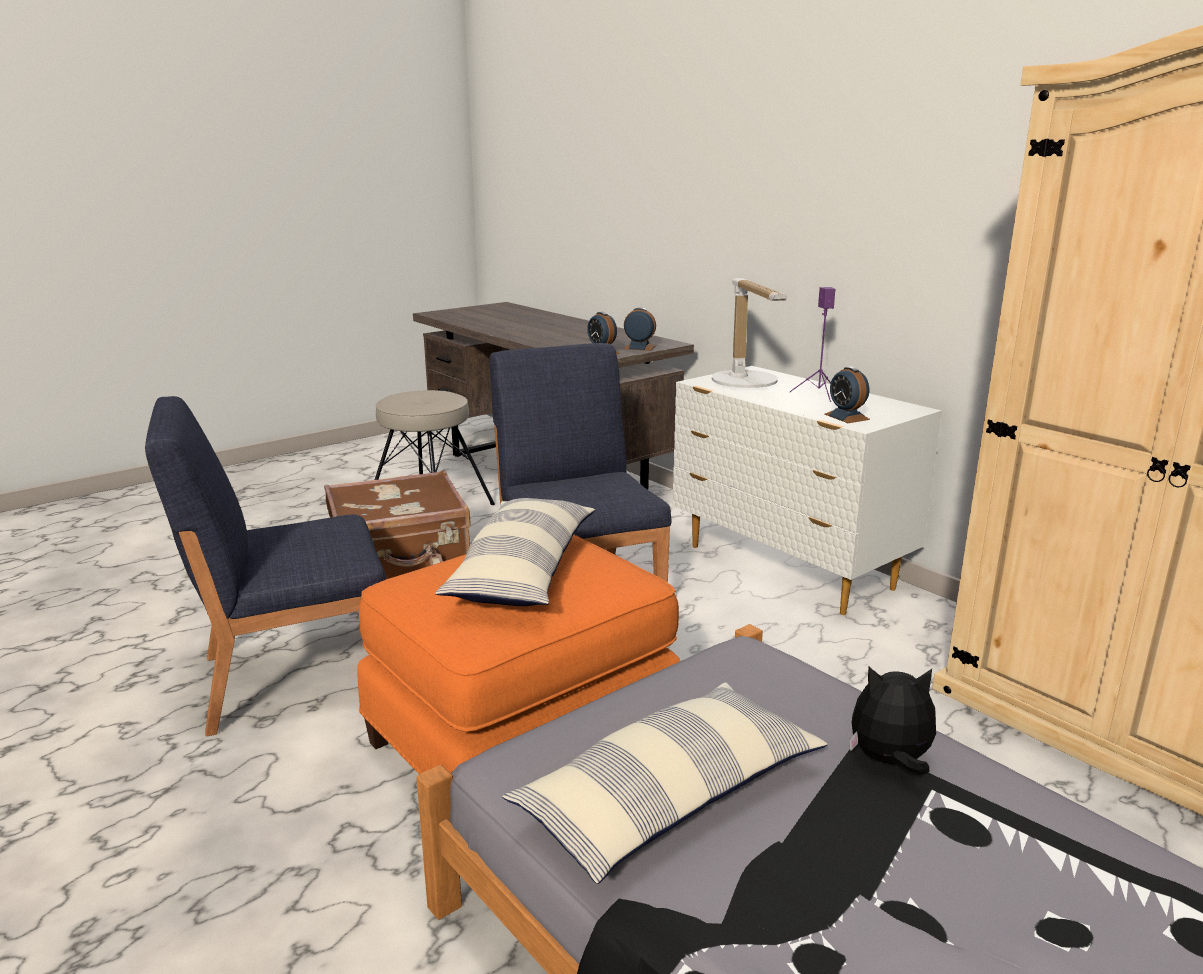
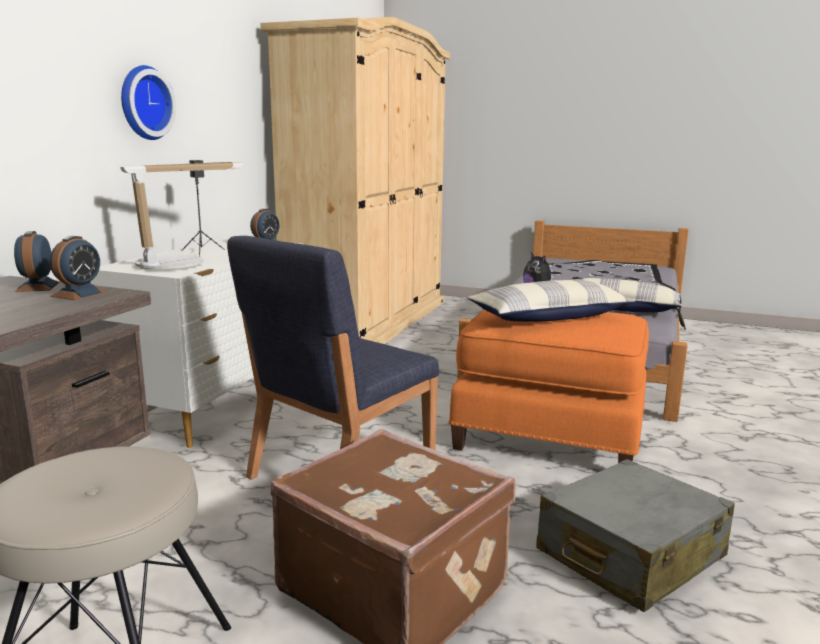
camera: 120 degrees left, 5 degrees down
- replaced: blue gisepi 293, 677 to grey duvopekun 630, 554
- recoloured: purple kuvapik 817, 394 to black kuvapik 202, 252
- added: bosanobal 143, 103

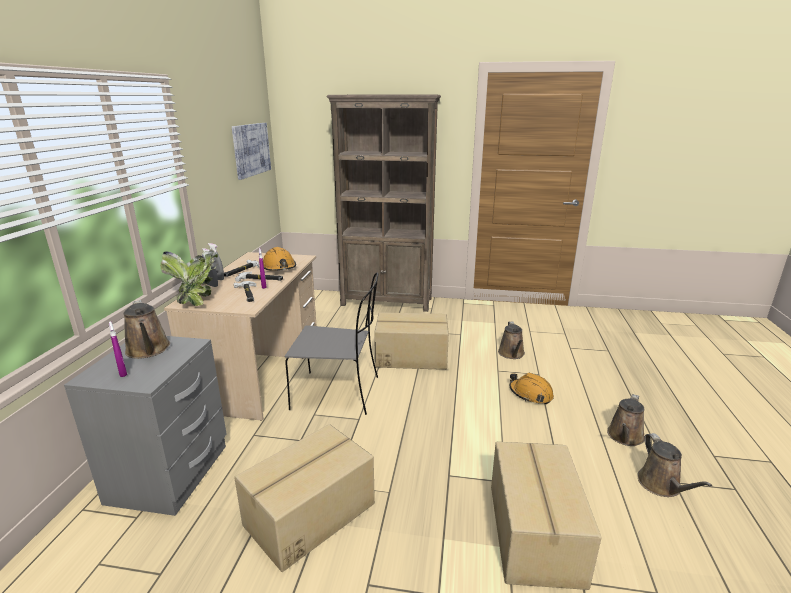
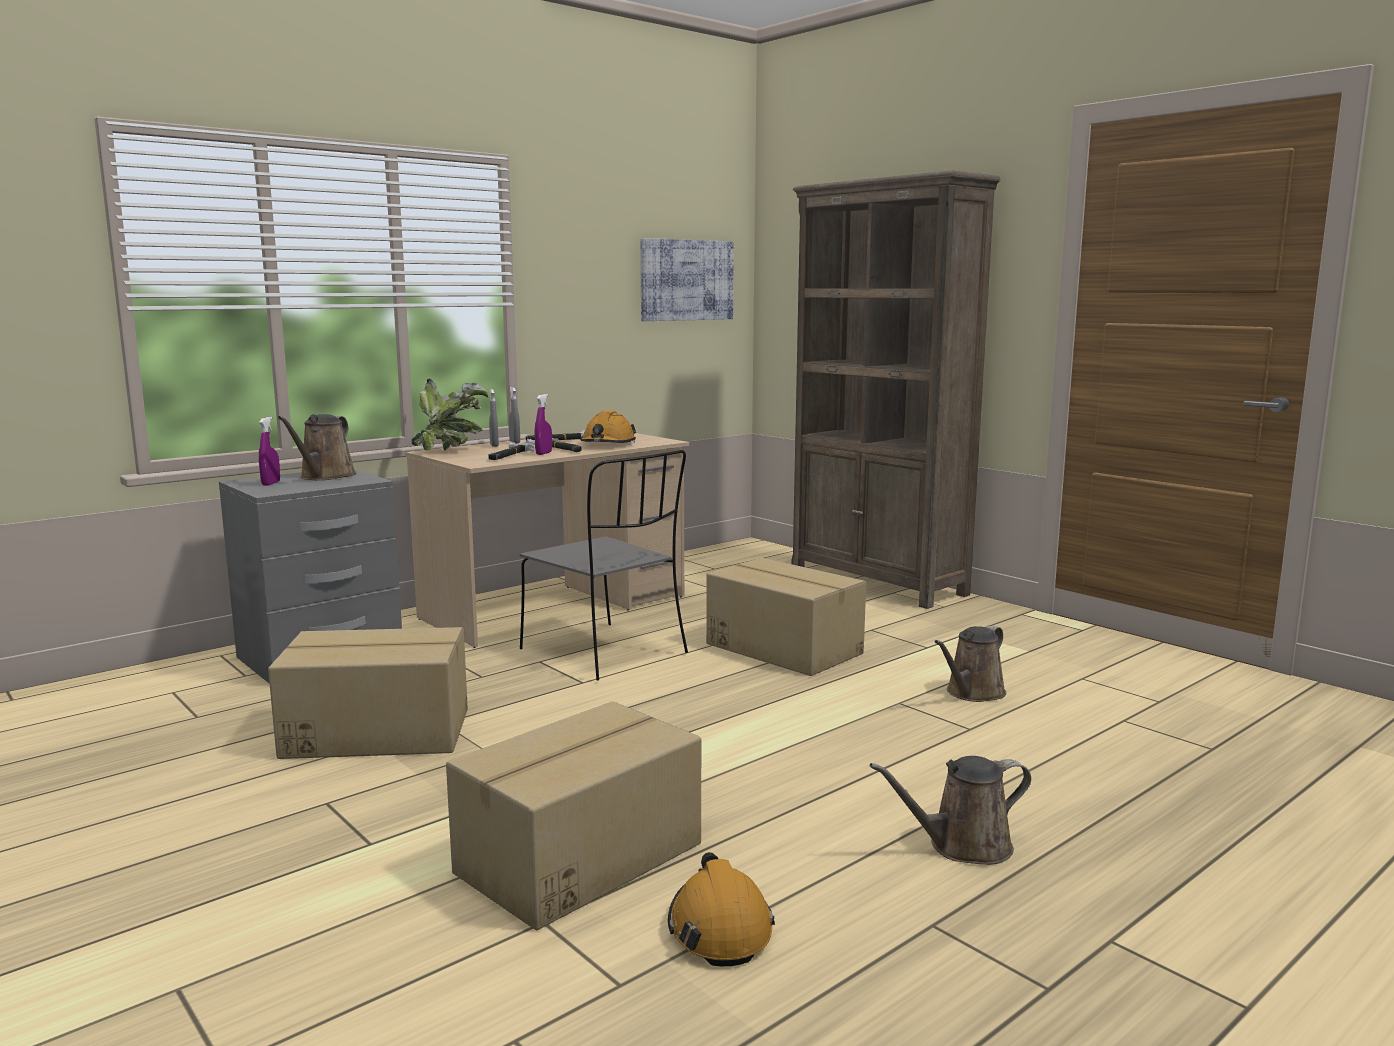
camera: 40 degrees right, 10 degrees down
- moved: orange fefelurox 530, 394 to 719, 928
- removed: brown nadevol 661, 485

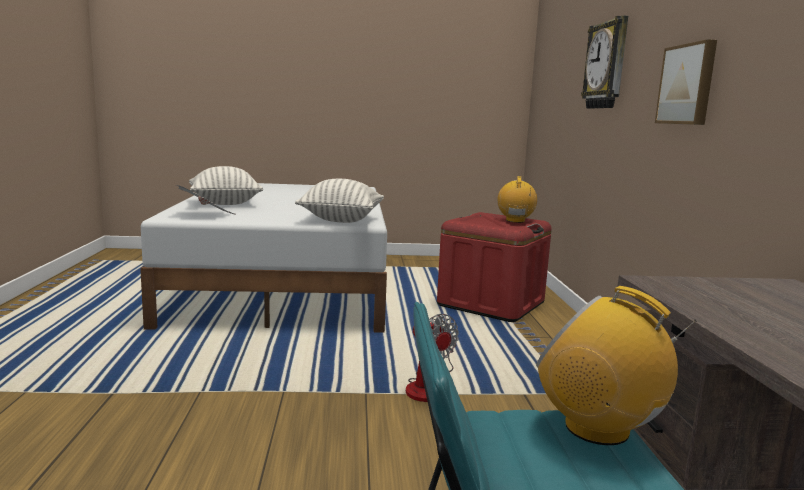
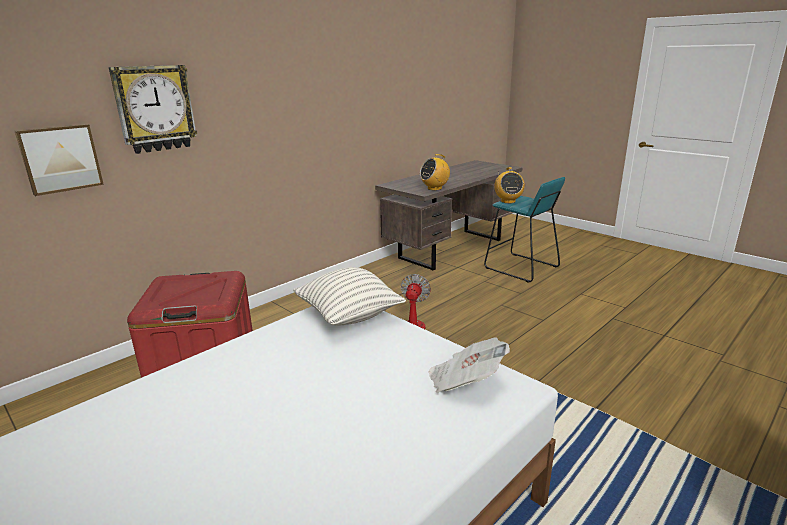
camera: 130 degrees left, 10 degrees up
- removed: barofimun 225, 203
- moved: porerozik 515, 221 to 434, 188
- moved: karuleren 688, 85 to 60, 158

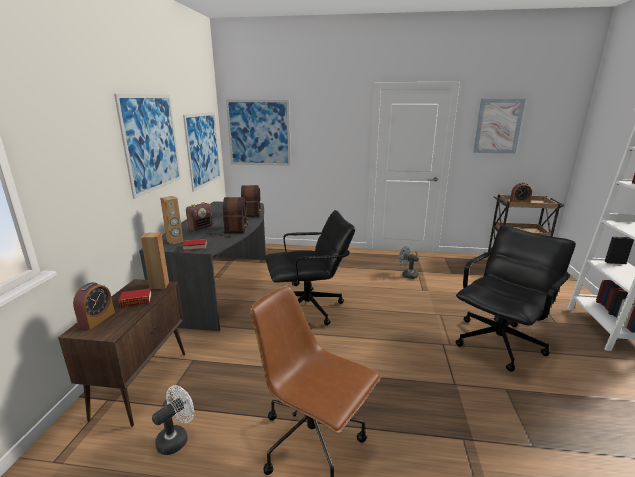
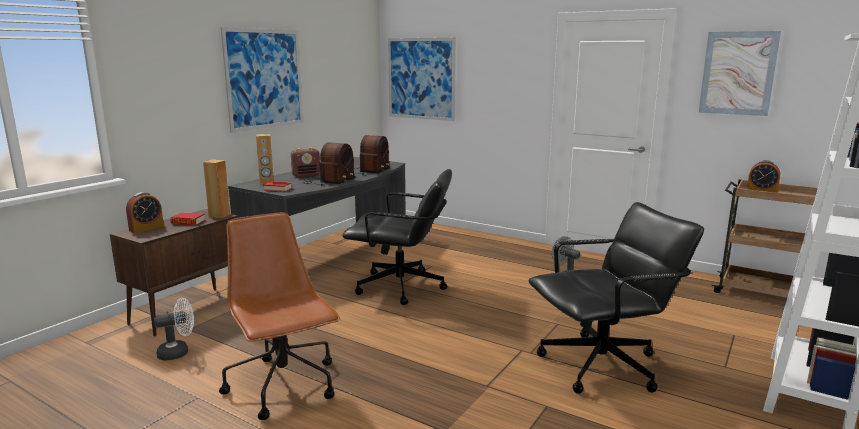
camera: 25 degrees right, 5 degrees down
- removed: karuleren 203, 149

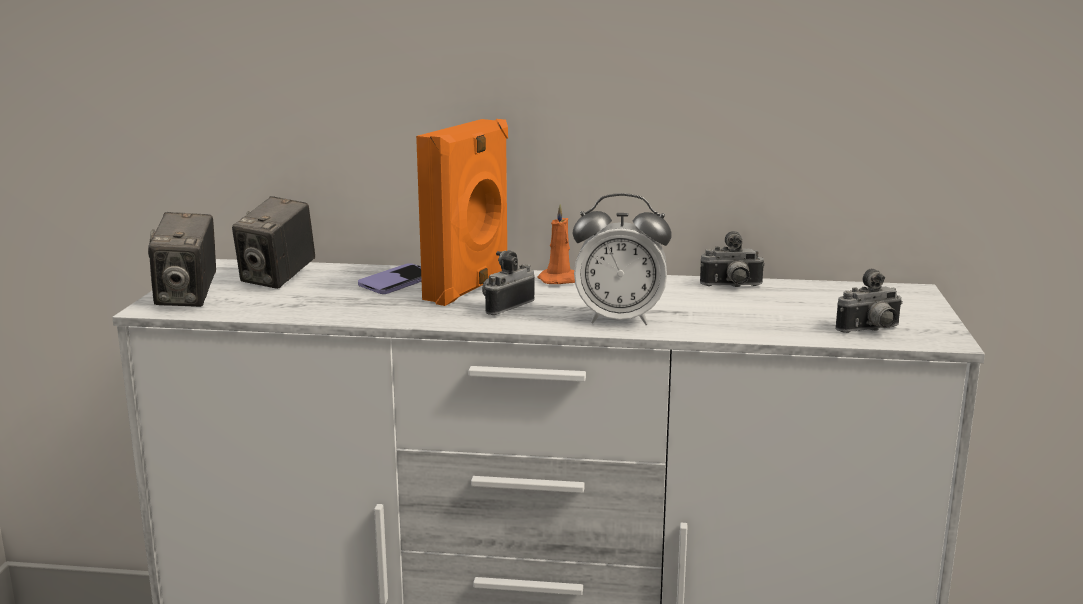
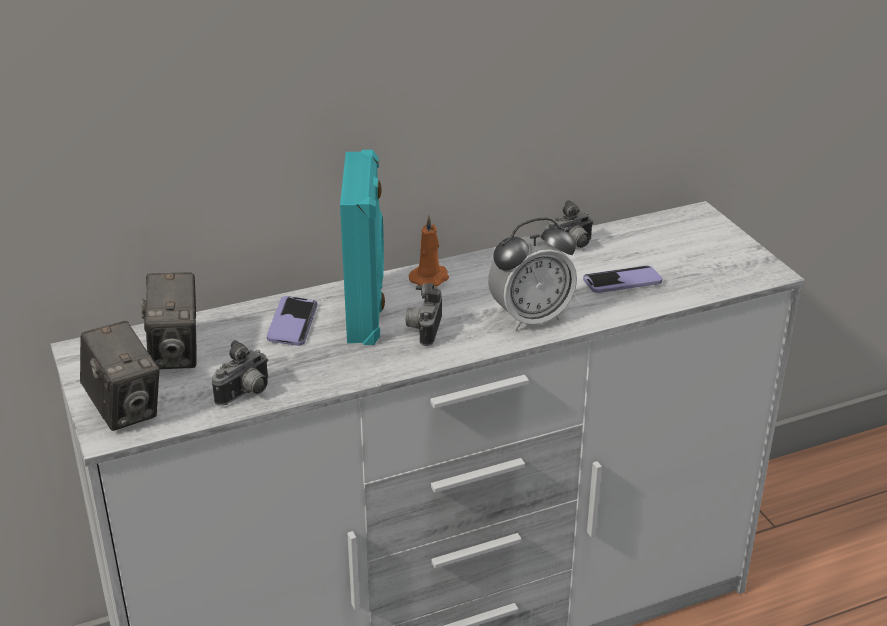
camera: 30 degrees left, 15 degrees up
- recoloured: orange kuvapik 470, 288 to turquoise kuvapik 367, 313
- moved: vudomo 871, 331 to 246, 394
- added: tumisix 622, 282

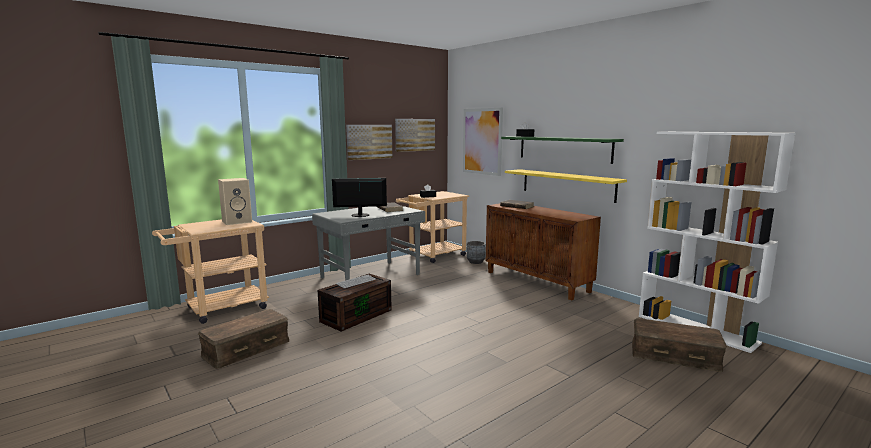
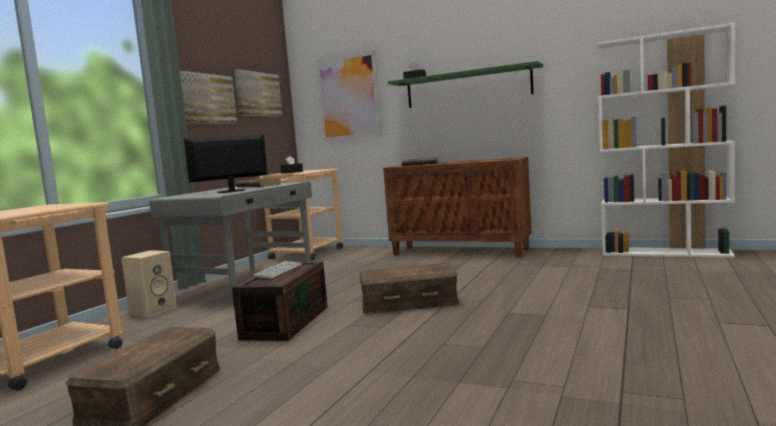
camera: 25 degrees left, 5 degrees down
- moved: beige kuvapik 237, 221 to 153, 311
- removed: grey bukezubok 475, 262
- removed: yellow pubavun 567, 185
- moved: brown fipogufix 674, 355 to 409, 302

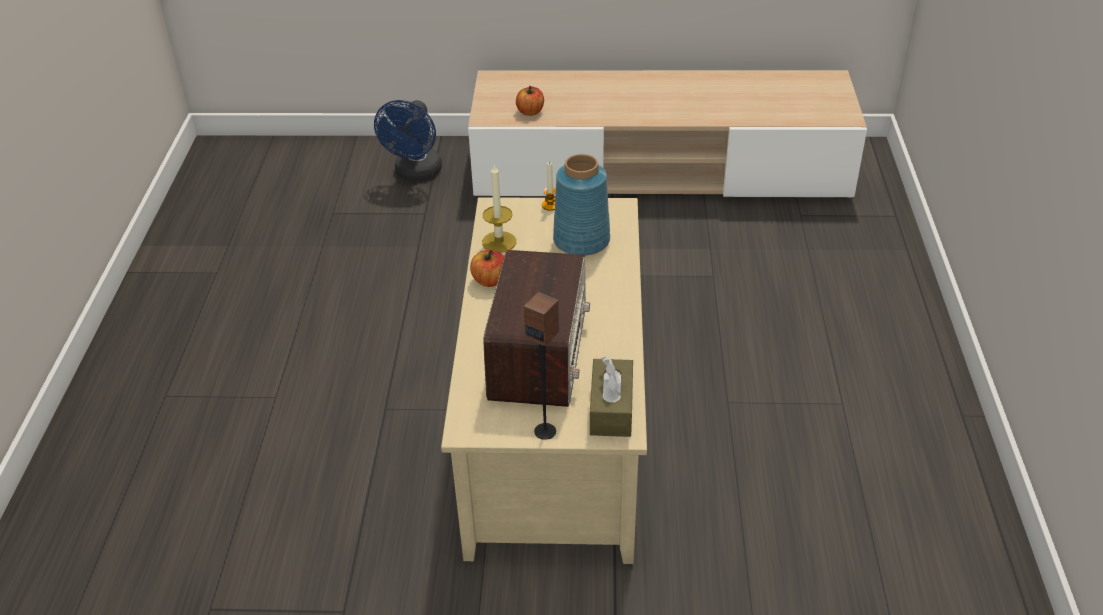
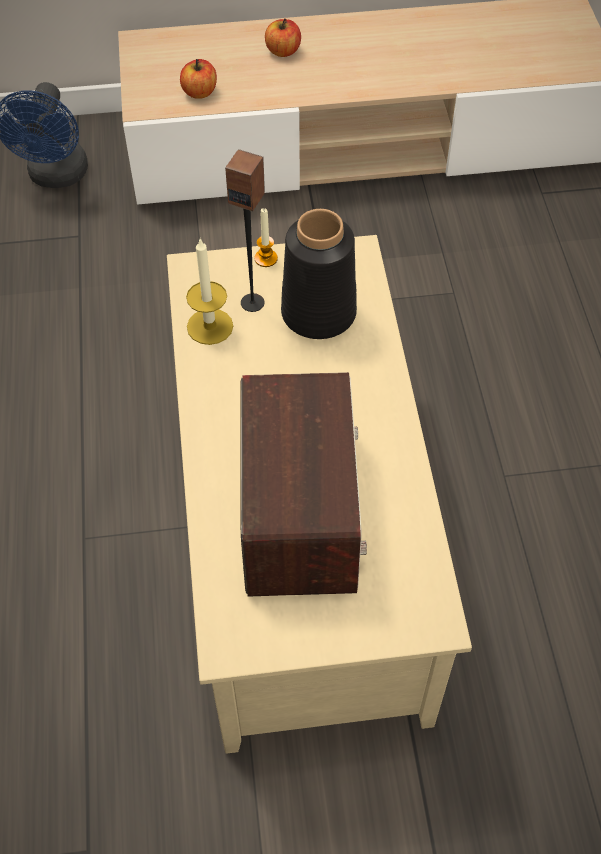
camera: 10 degrees left, 15 degrees up
- moved: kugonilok 490, 280 to 283, 51
- moved: kuvapik 545, 431 to 252, 302
- recoloured: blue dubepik 580, 241 to black dubepik 317, 314
- removed: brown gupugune 611, 408

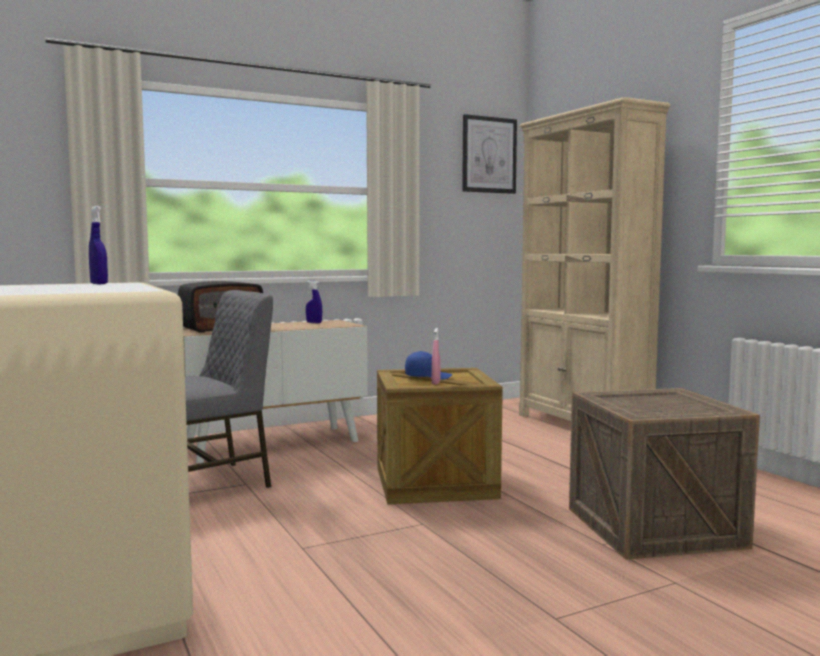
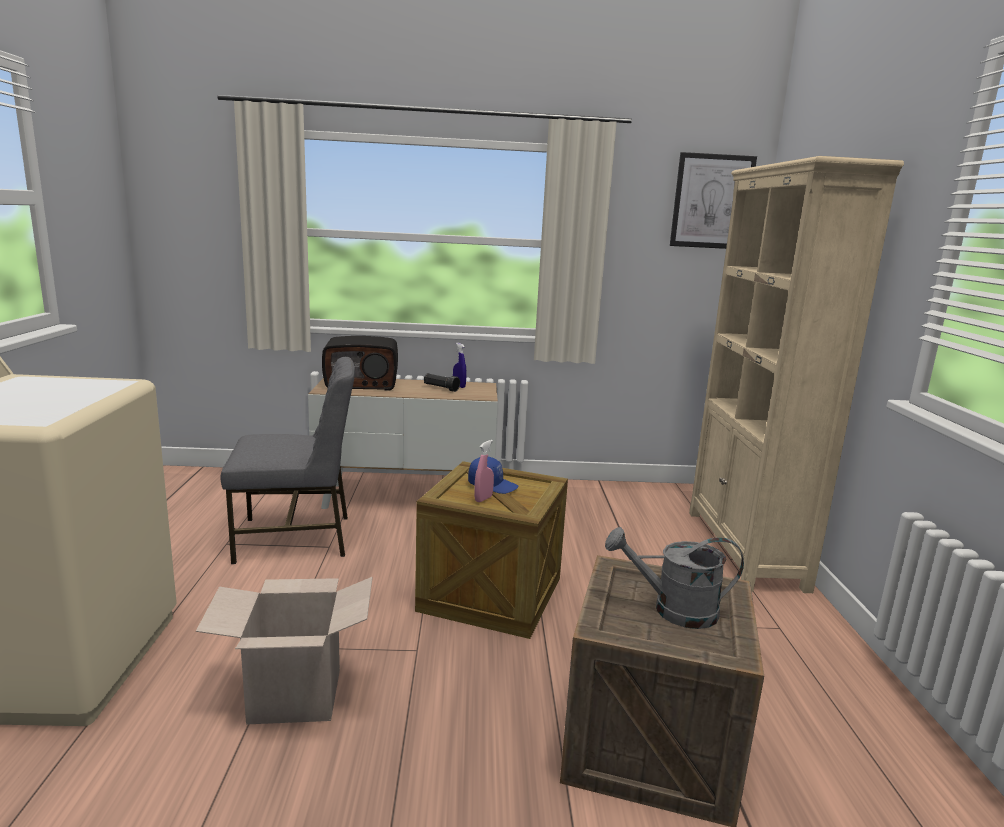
camera: 25 degrees right, 10 degrees up
- removed: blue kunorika 99, 284
- added: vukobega 295, 696
- added: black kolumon 441, 388
- added: grey nadevol 673, 610

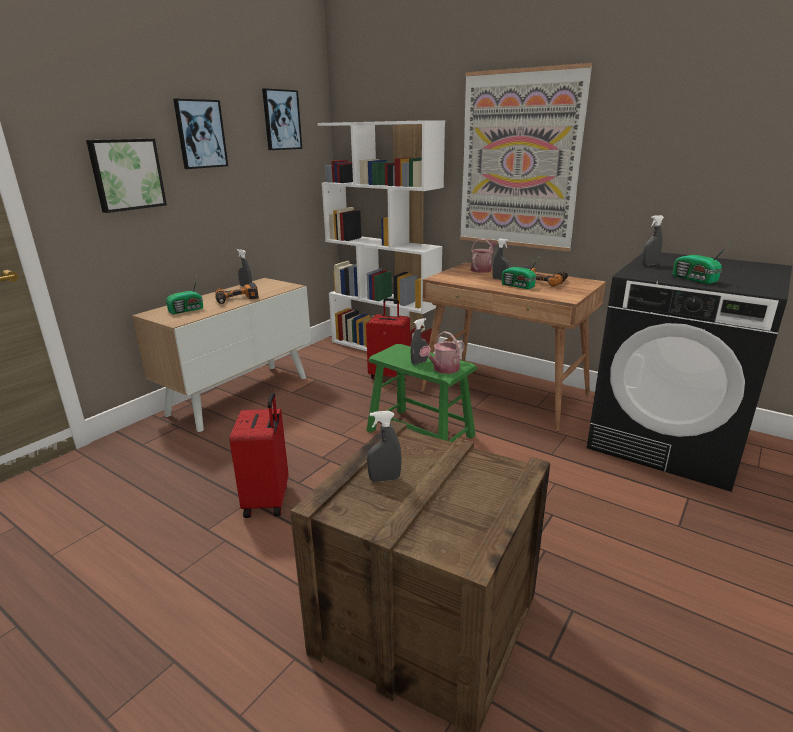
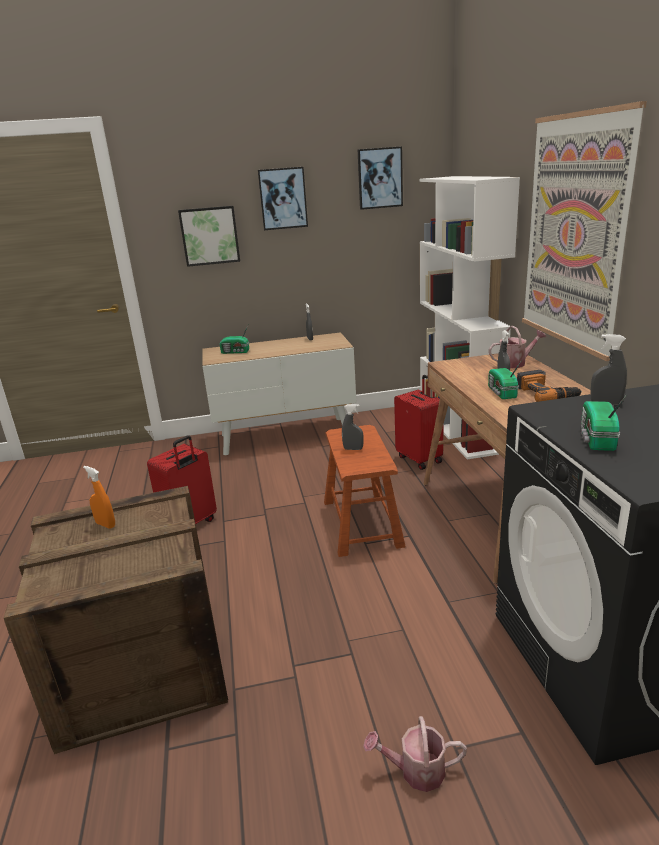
camera: 45 degrees right, 0 degrees up
- removed: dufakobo 237, 299
- recoloured: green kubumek 420, 433 to brown kubumek 361, 523
- recoloured: grey kunorika 384, 479 to orange kunorika 105, 524
- moved: nadevol 443, 369 to 416, 771

